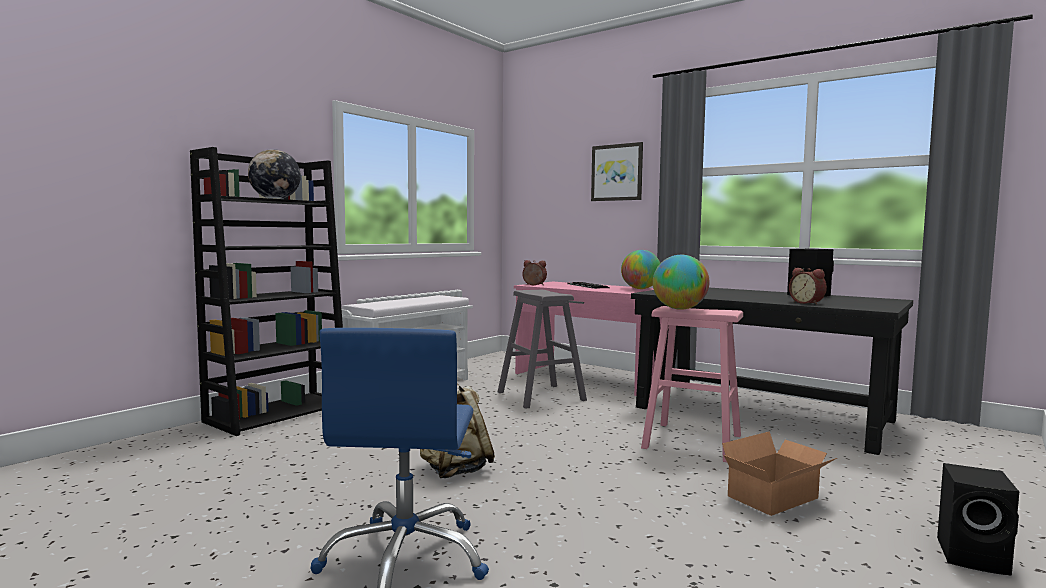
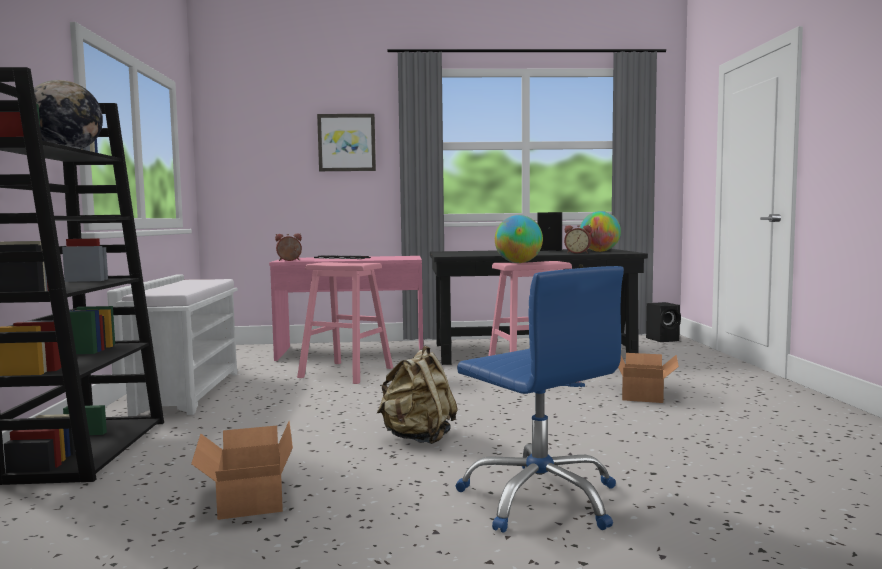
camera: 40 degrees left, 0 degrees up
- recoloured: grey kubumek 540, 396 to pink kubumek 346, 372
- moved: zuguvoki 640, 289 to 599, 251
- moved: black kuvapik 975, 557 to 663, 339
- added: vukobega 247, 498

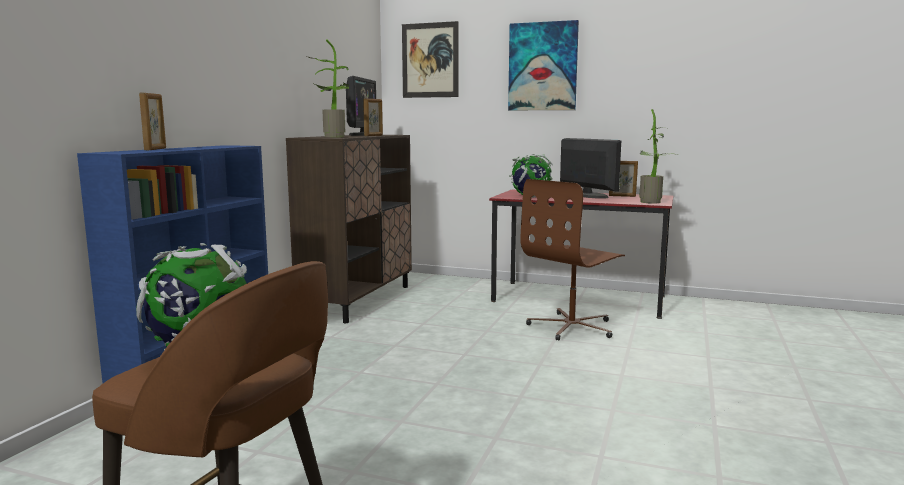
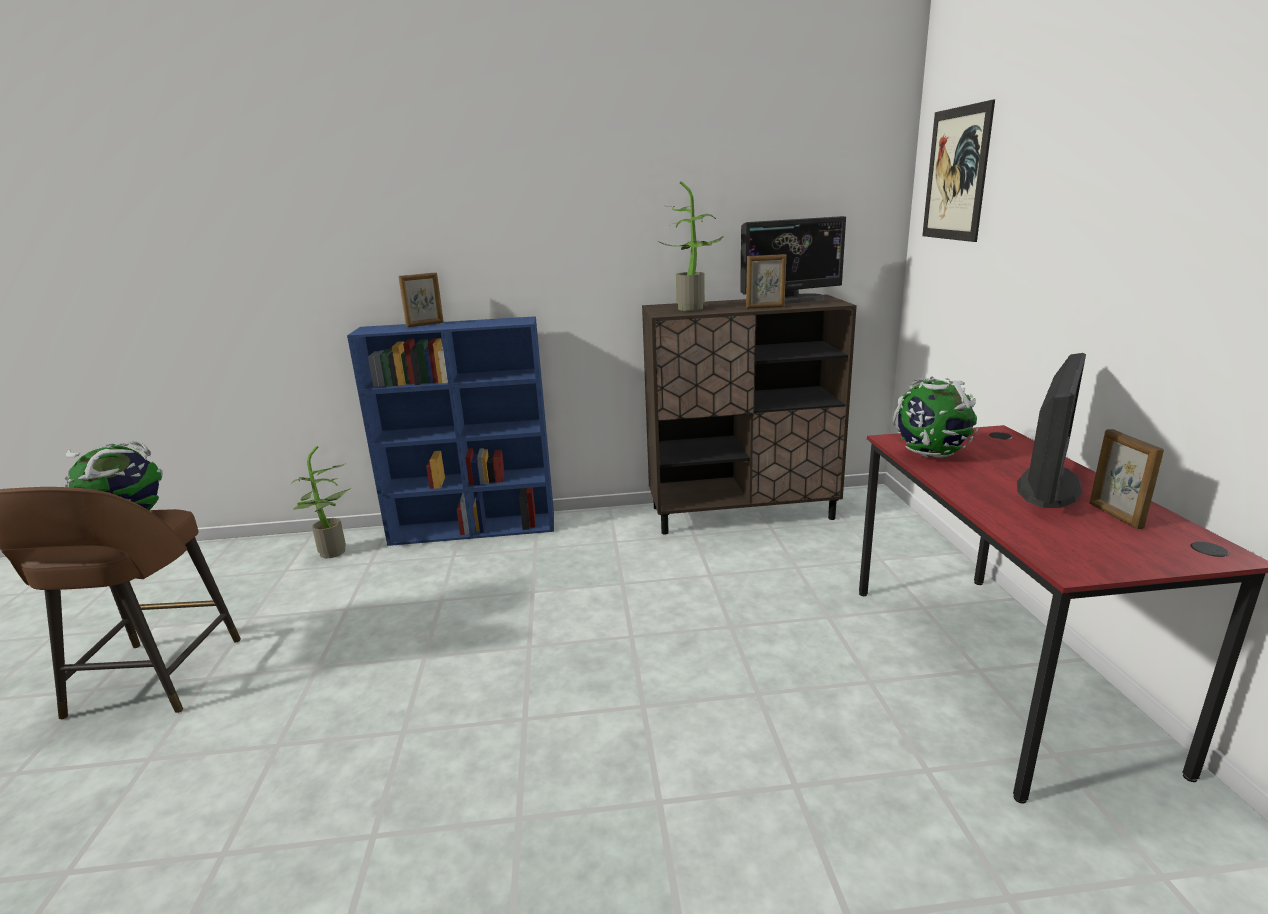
camera: 65 degrees right, 10 degrees up
- removed: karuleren 543, 66
- removed: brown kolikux 572, 327
- moved: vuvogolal 653, 202 to 332, 554

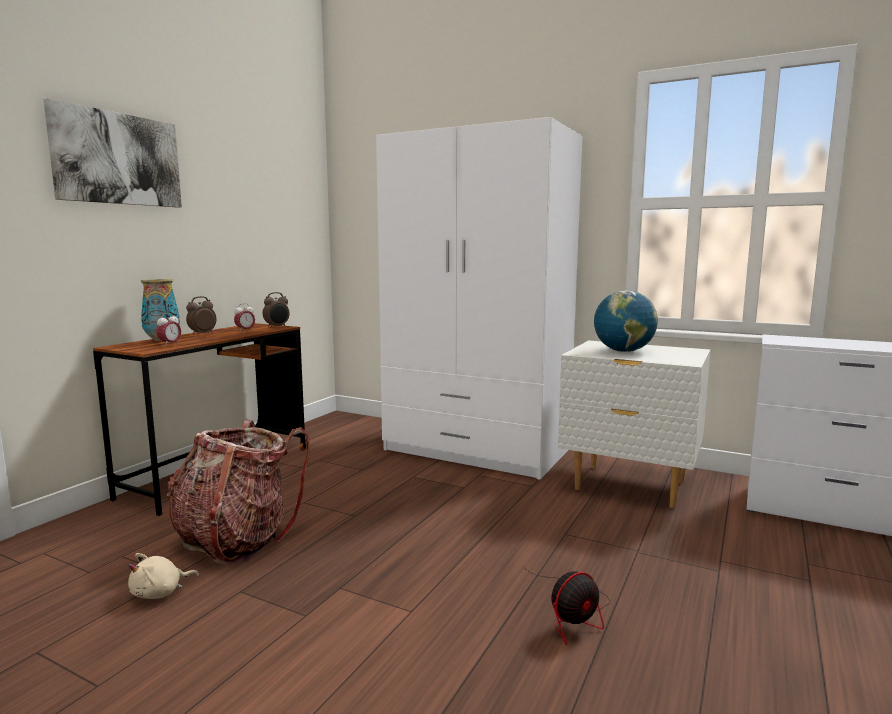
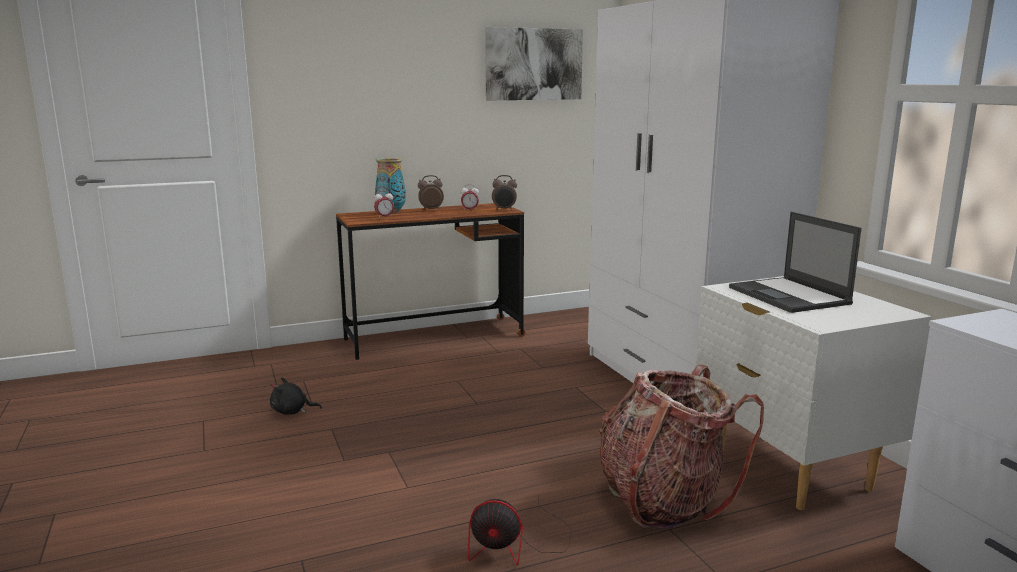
camera: 40 degrees right, 5 degrees up
- moved: karuleren 117, 159 to 533, 64
- recoloured: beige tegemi 160, 593 to black tegemi 292, 411
- moved: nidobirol 236, 540 to 663, 500
- replaced: zuguvoki 623, 351 to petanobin 790, 296

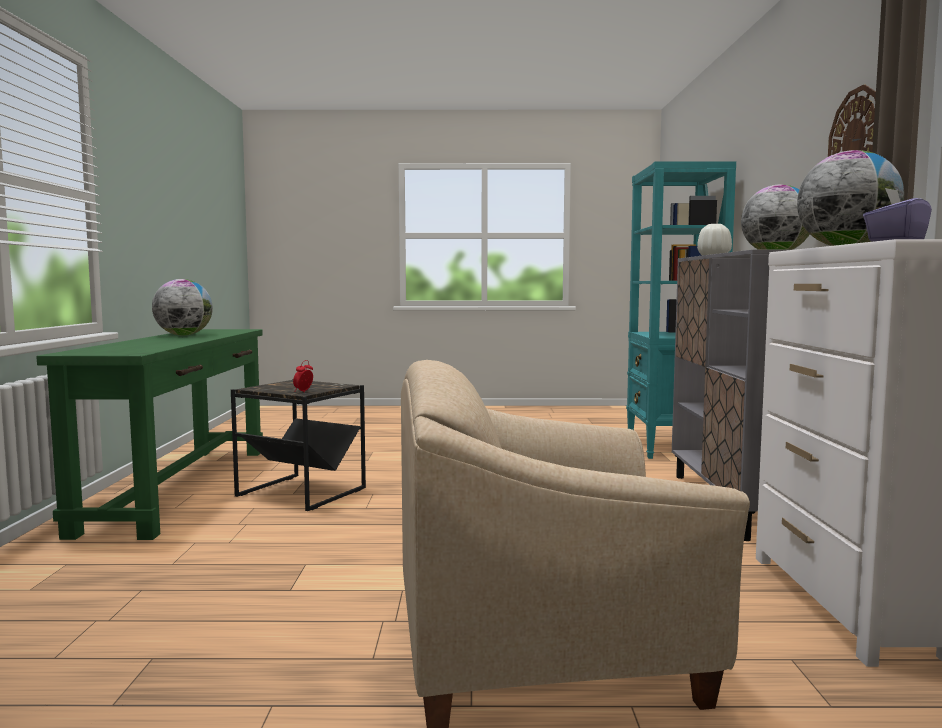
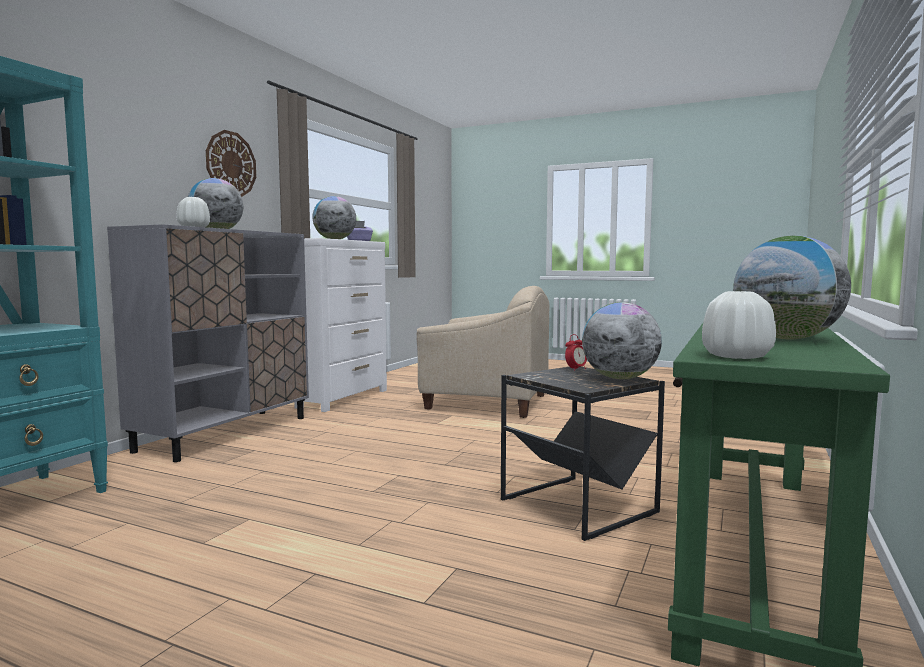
camera: 155 degrees left, 0 degrees up
- added: zuguvoki 620, 378
- added: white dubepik 736, 356

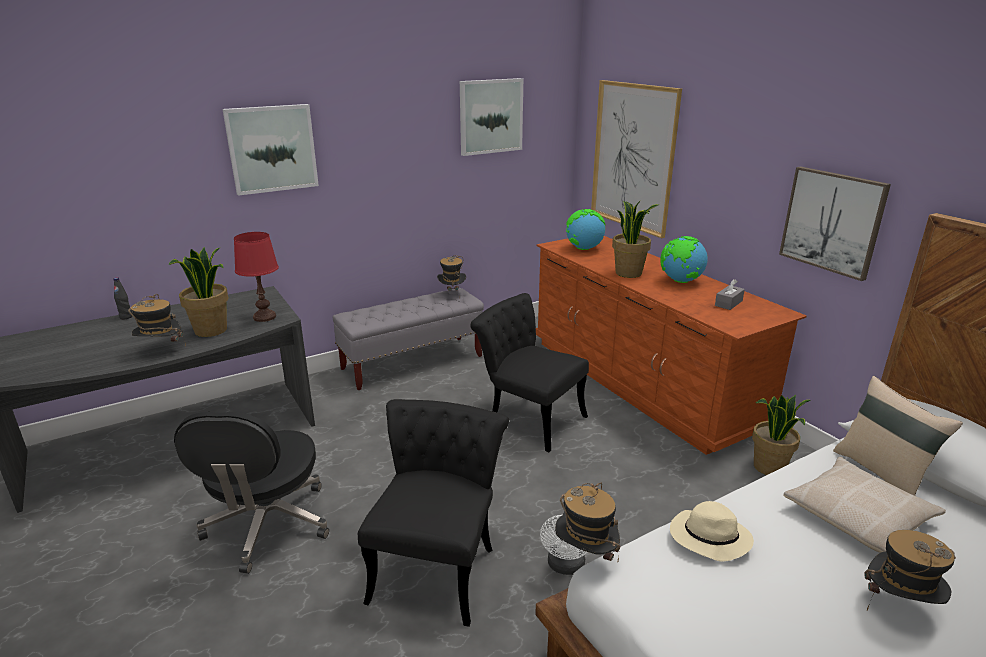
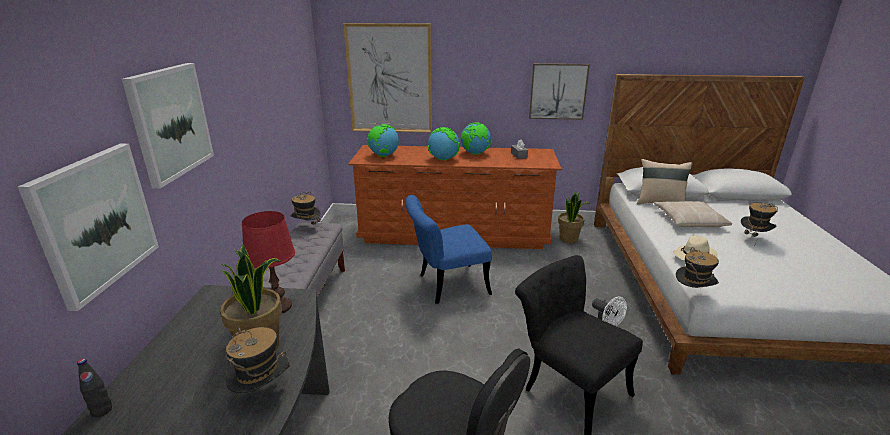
camera: 55 degrees left, 0 degrees up
- moved: karuleren 490, 116 to 95, 221
- recoloured: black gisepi 528, 418 to blue gisepi 446, 285
- replaced: vuvogolal 629, 273 to zuguvoki 443, 159

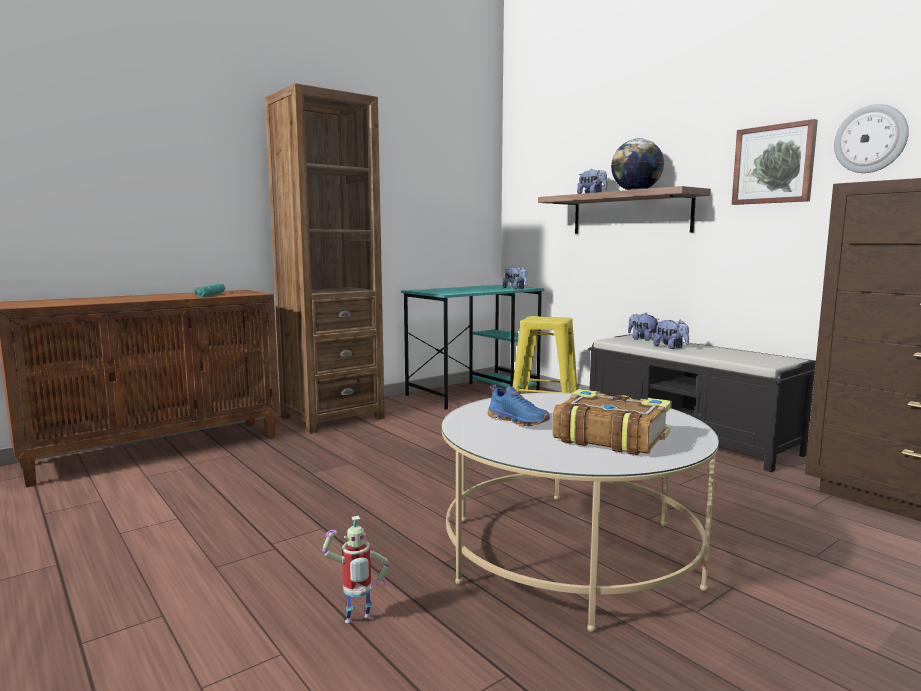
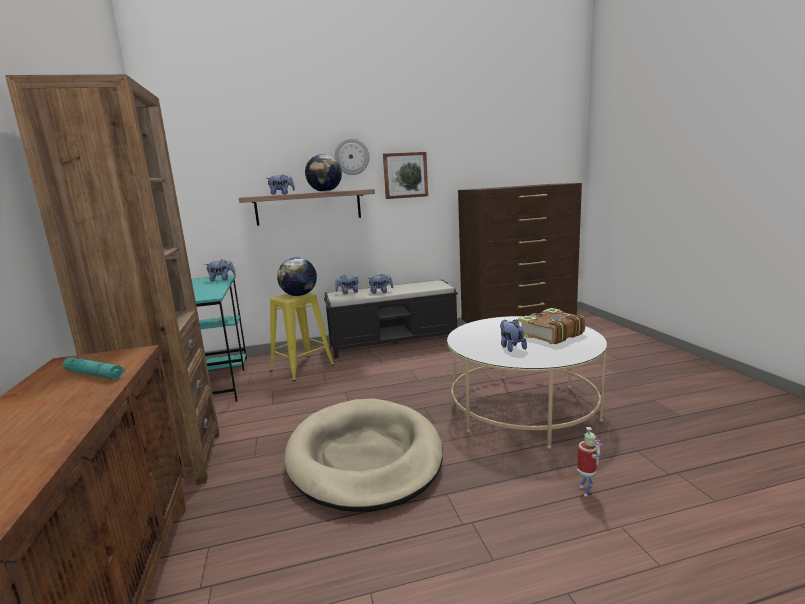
camera: 65 degrees left, 5 degrees up
- replaced: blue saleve 519, 421 to tegemi 511, 347
- moved: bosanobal 870, 139 to 351, 157
- added: zuguvoki 299, 295
- added: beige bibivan 365, 457

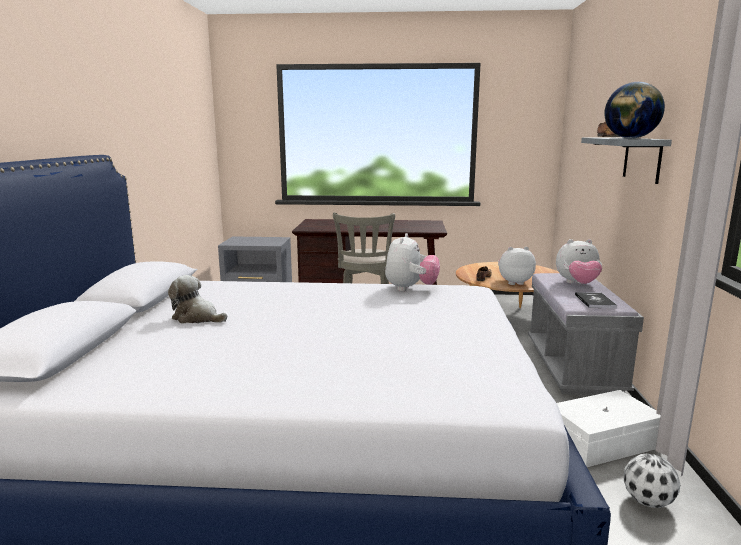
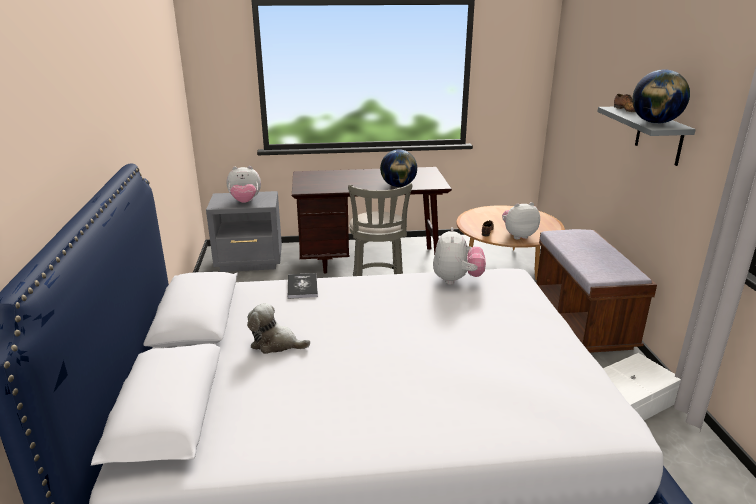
camera: 10 degrees left, 10 degrees up
- recoloured: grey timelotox 573, 367 to brown timelotox 582, 321
- moved: tegemi 577, 284 to 245, 202
- moved: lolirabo 595, 301 to 302, 286
- removed: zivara 647, 502
- added: zuguvoki 398, 186

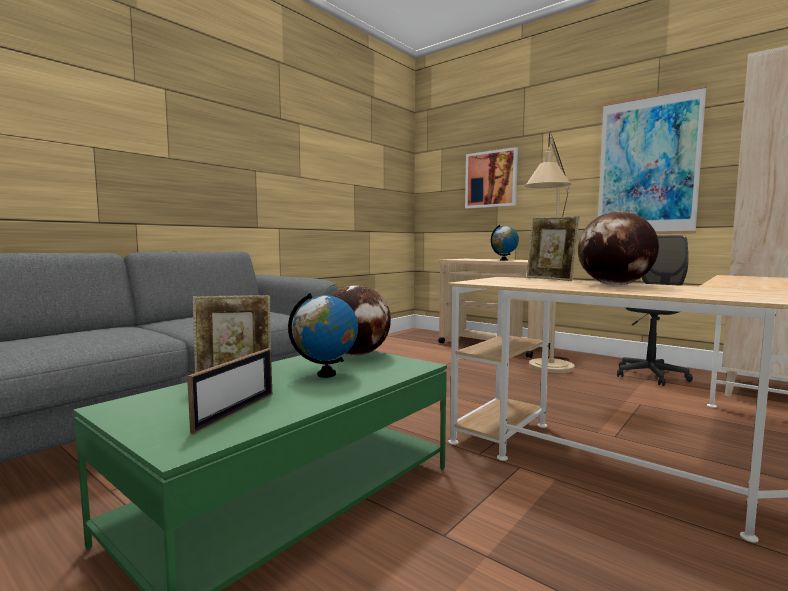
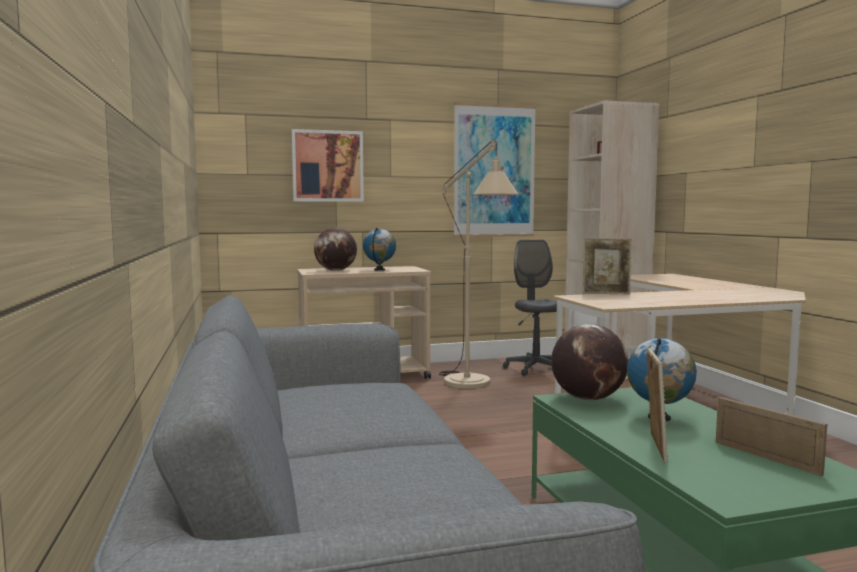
camera: 55 degrees left, 0 degrees up
- moved: zuguvoki 615, 285 to 336, 270

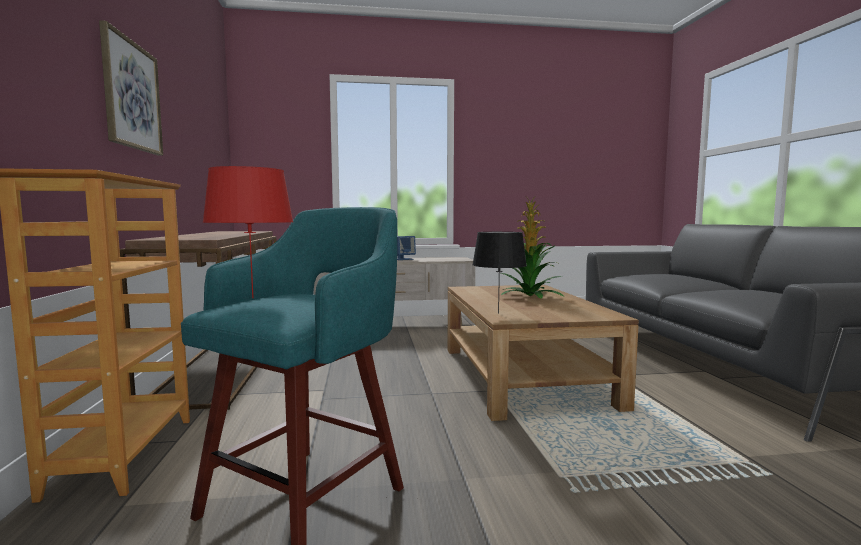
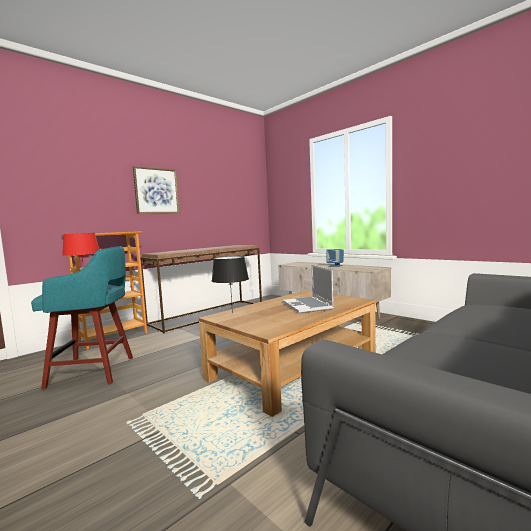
camera: 55 degrees right, 0 degrees up
- replaced: vuvogolal 528, 296 to petanobin 308, 306

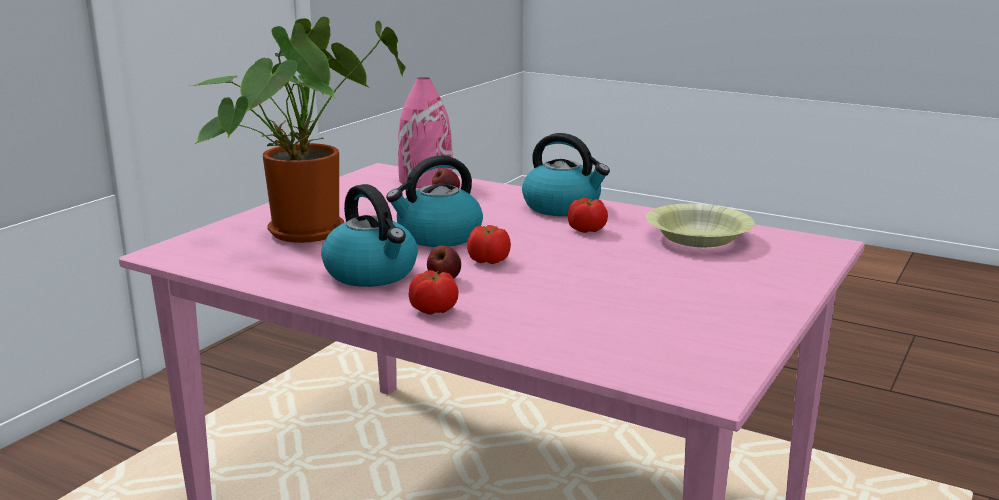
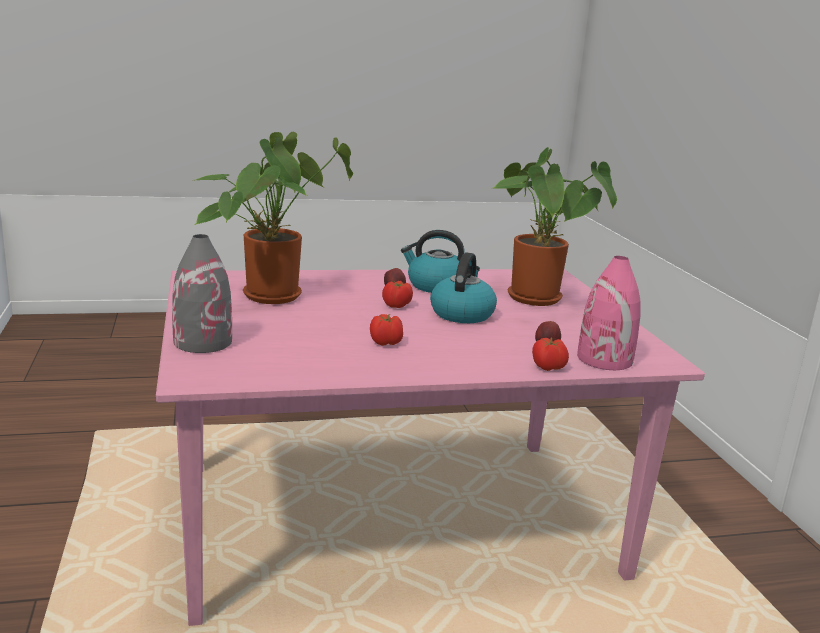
camera: 135 degrees right, 0 degrees up
- moved: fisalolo 433, 310 to 548, 367
- removed: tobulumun 563, 207
- removed: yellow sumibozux 698, 238
- added: grey dubepik 203, 342
- added: vuvogolal 273, 294

